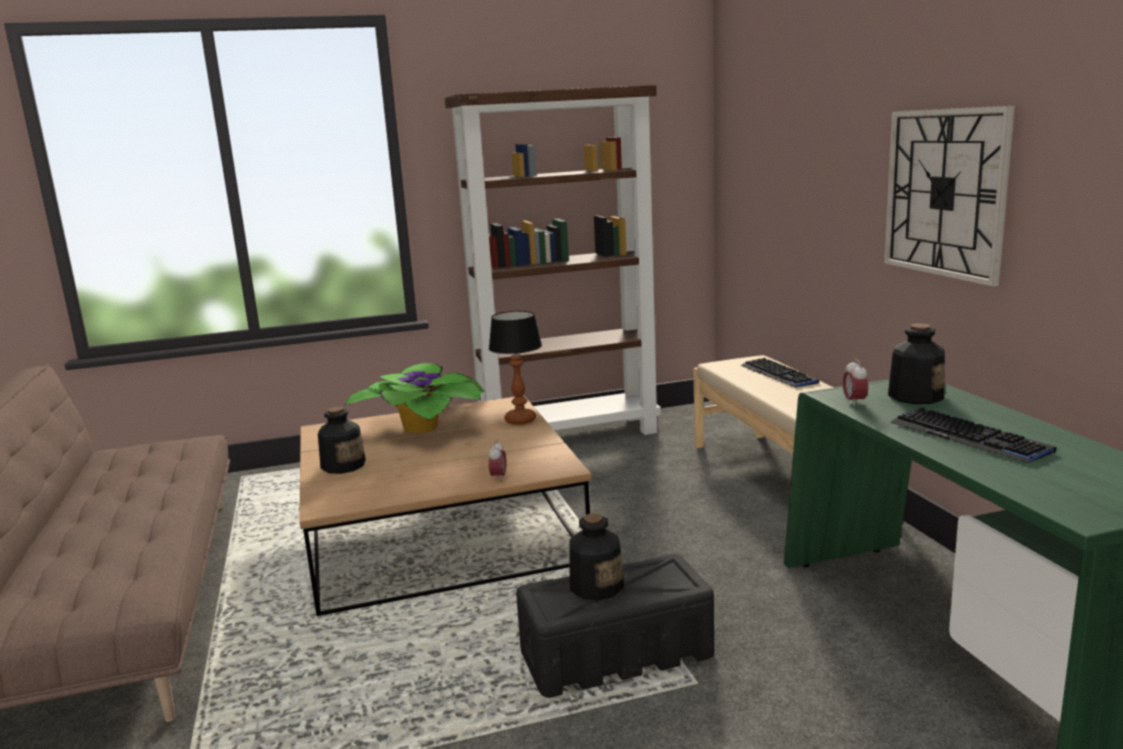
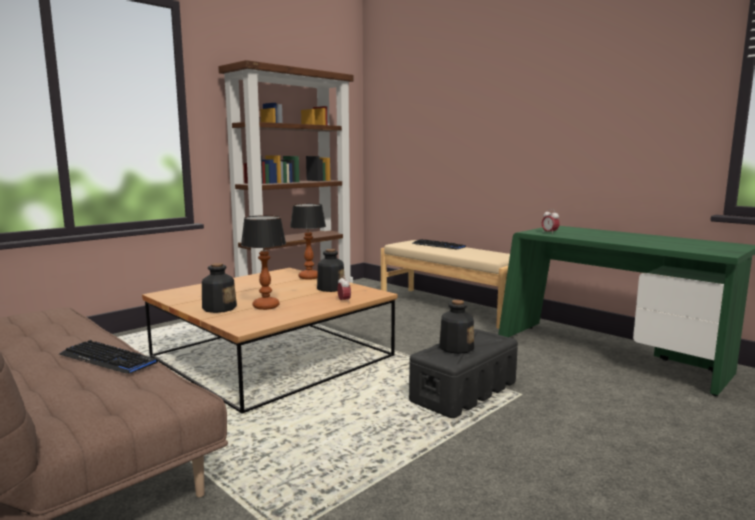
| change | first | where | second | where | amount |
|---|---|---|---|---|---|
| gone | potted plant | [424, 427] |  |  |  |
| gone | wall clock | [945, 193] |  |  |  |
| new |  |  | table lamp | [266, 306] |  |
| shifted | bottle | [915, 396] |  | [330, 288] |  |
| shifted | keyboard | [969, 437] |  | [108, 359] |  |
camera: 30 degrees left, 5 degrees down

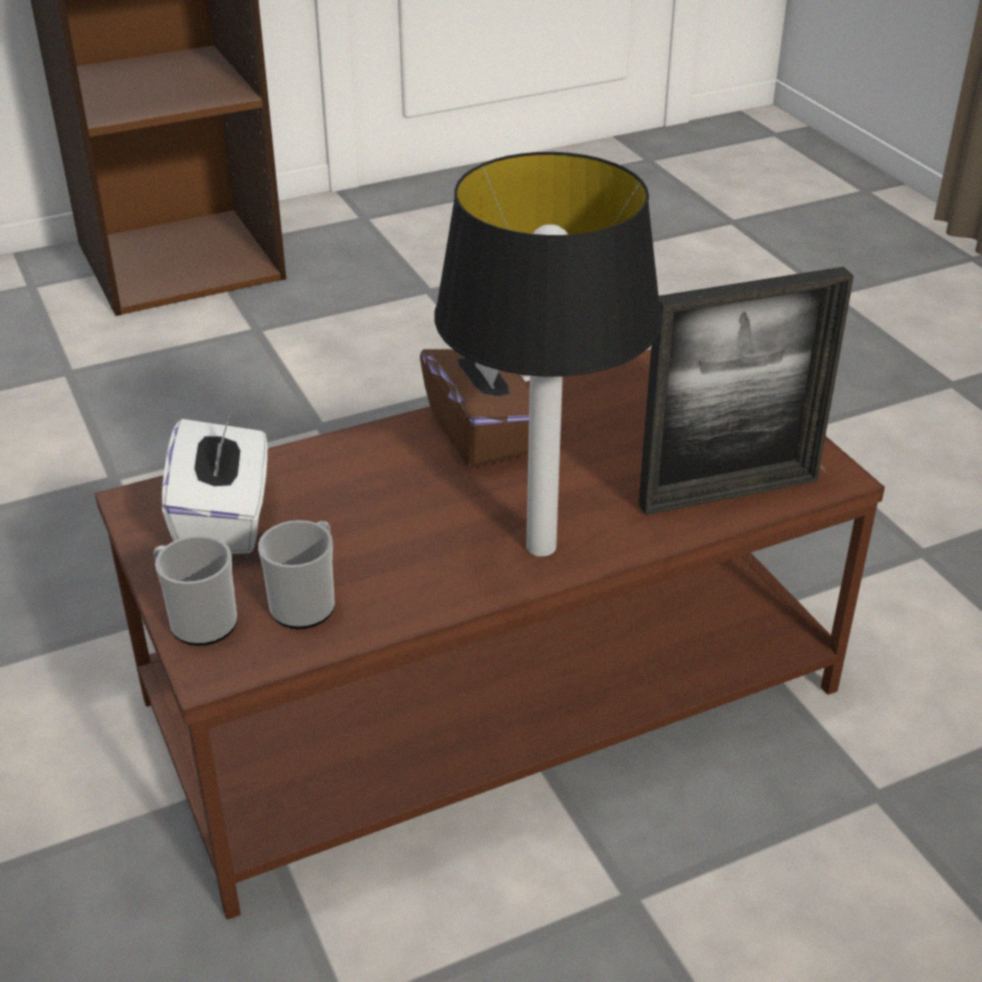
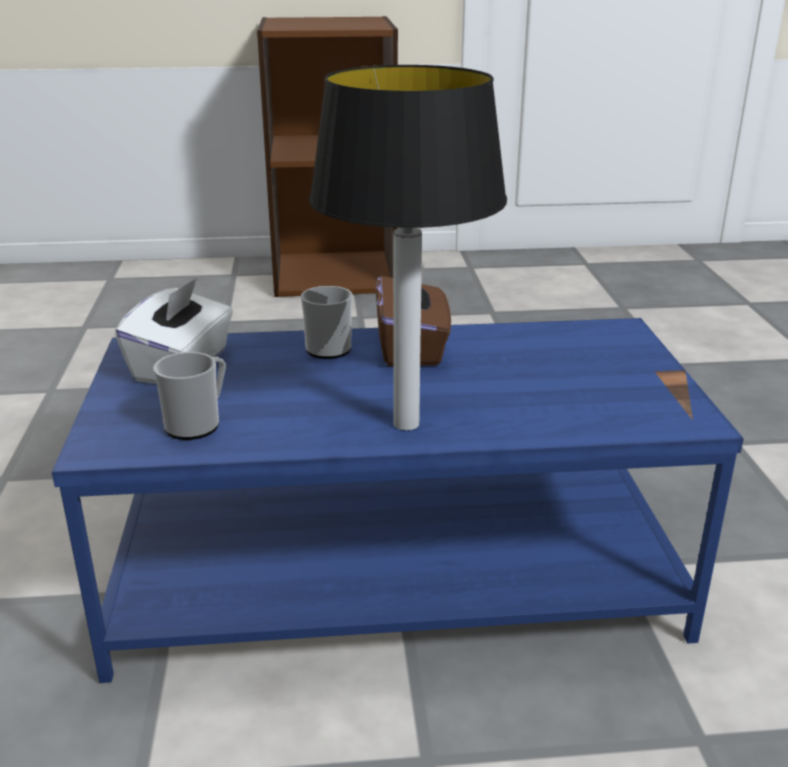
| change | first | where | second | where | amount |
|---|---|---|---|---|---|
| gone | picture frame | [728, 492] |  |  |  |
| shifted | mug | [197, 620] |  | [325, 347] |  |
| repainted | brown coffee table | [492, 692] | blue coffee table | [396, 572] |  |
camera: 20 degrees right, 10 degrees down

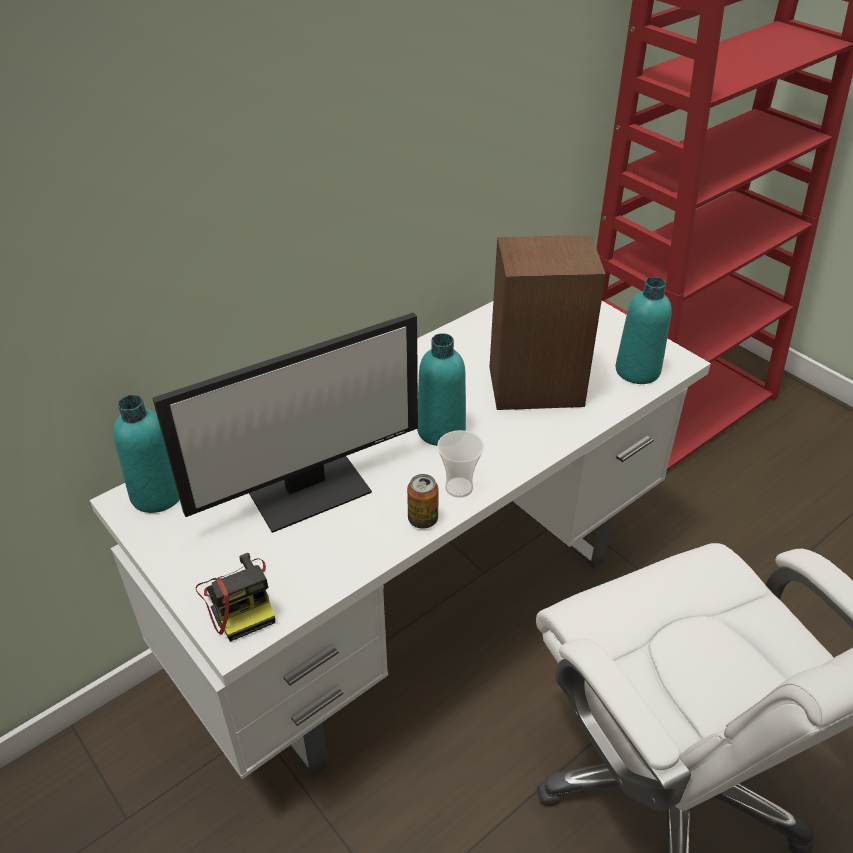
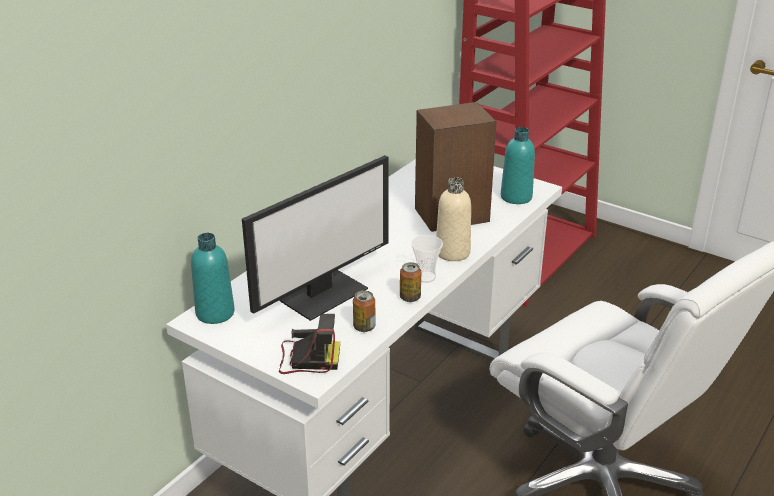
| change | first | where | second | where | amount |
|---|---|---|---|---|---|
| gone | turquoise bottle | [441, 430] |  |  |  |
| new |  |  | can | [364, 327] |  |
| new |  |  | beige bottle | [452, 252] |  |
| rotated | photo camera | [239, 599] |  | [307, 358] | 45 degrees counterclockwise |
camera: 15 degrees left, 10 degrees down

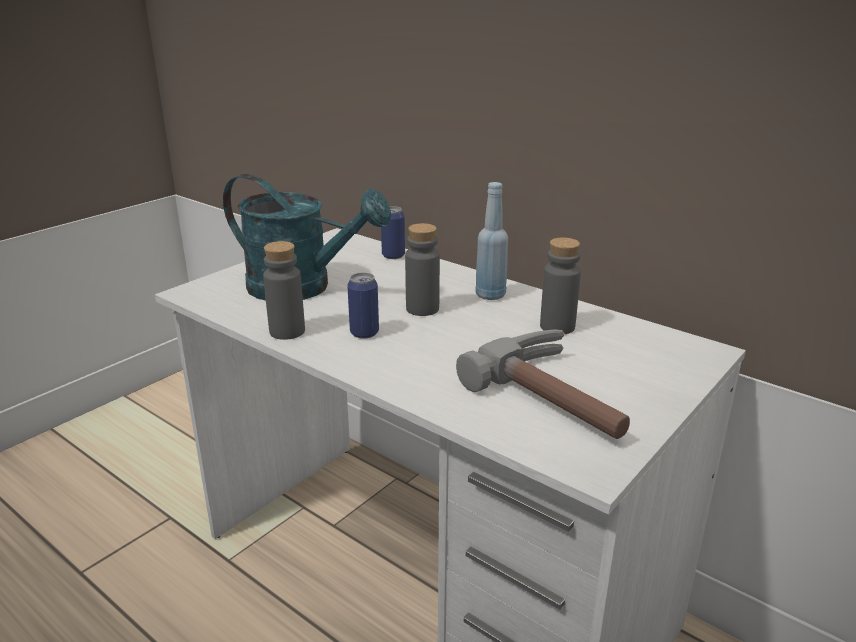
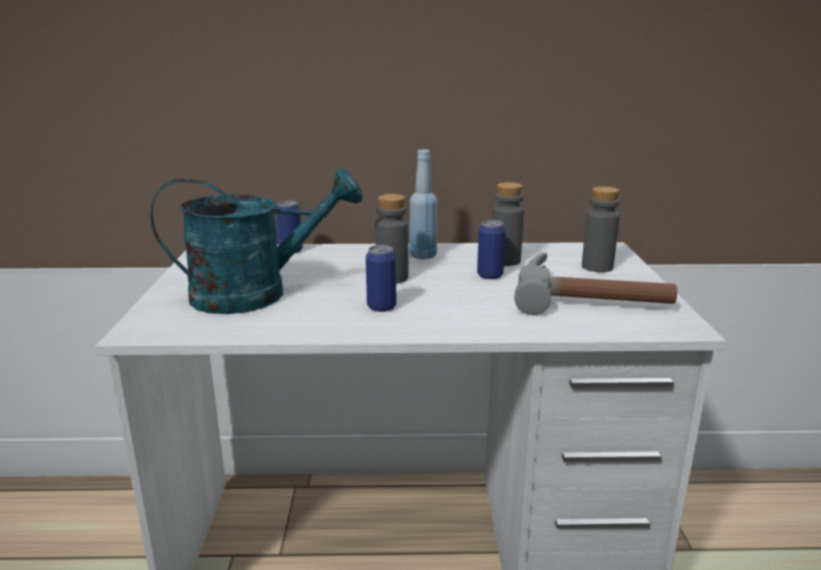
| change | first | where | second | where | amount |
|---|---|---|---|---|---|
| new |  |  | can | [490, 275] |  |
| shifted | grey bottle | [287, 331] |  | [597, 267] |  |
camera: 40 degrees left, 5 degrees down

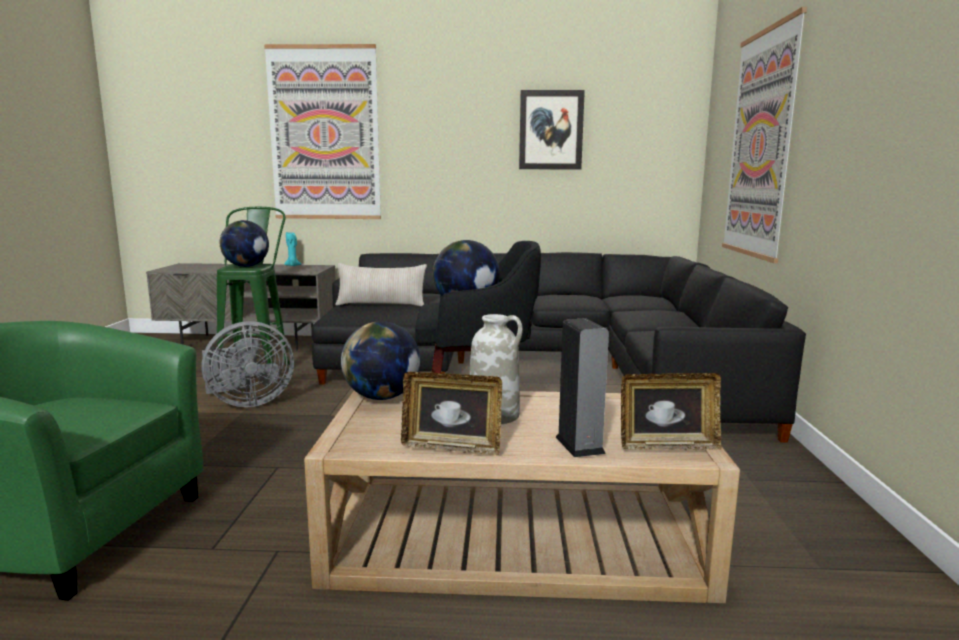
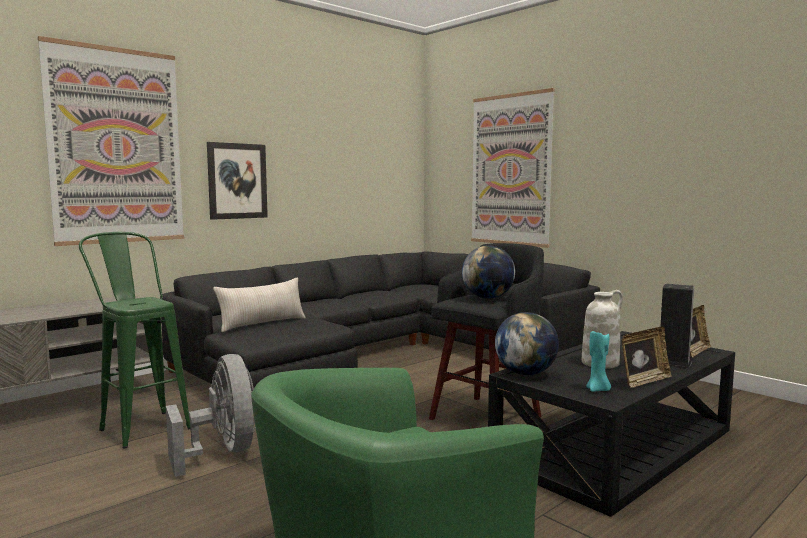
| change | first | where | second | where | amount |
|---|---|---|---|---|---|
| gone | globe | [246, 266] |  |  |  |
| shifted | turquoise candle | [292, 266] |  | [598, 390] |  |
| shifted | picture | [551, 130] |  | [237, 181] |  |
| repainted | beige coffee table | [515, 536] | black coffee table | [614, 445] |  |
| rotated | grey fan | [247, 402] |  | [223, 452] | 45 degrees counterclockwise |
camera: 45 degrees left, 5 degrees down

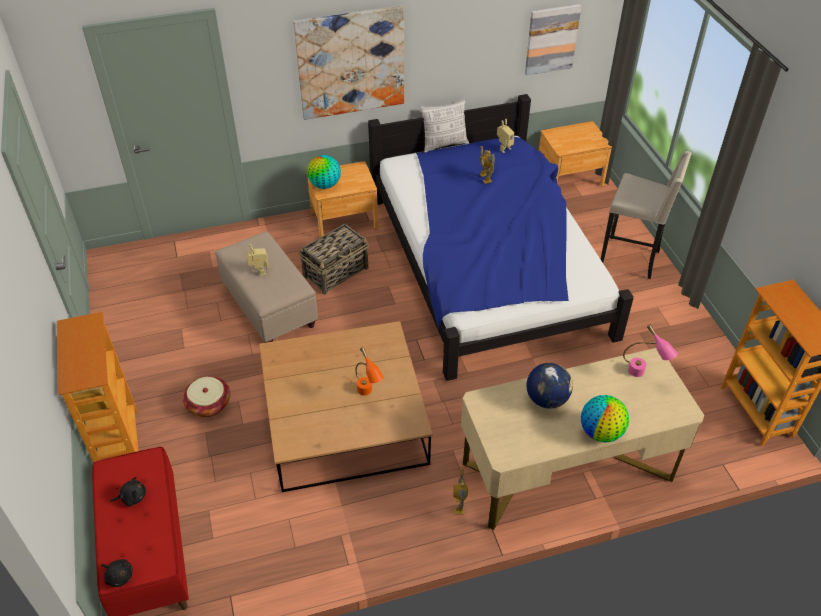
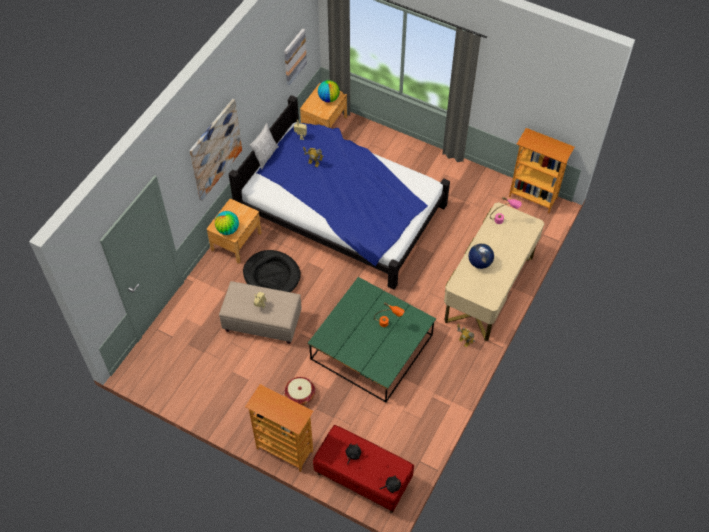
| change | first | where | second | where | amount |
|---|---|---|---|---|---|
| gone | beige stool | [631, 259] |  |  |  |
| shifted | globe | [601, 432] |  | [328, 98] |  |
| swapped | basket | [336, 272] | black dog bed | [272, 275] |  |
| repainted | brown coffee table | [344, 419] | green coffee table | [371, 347] |  |
camera: 45 degrees left, 10 degrees up

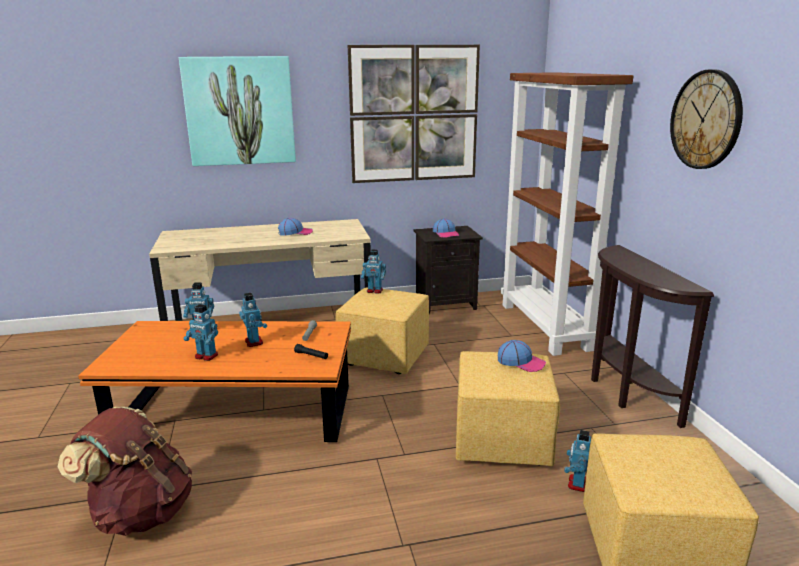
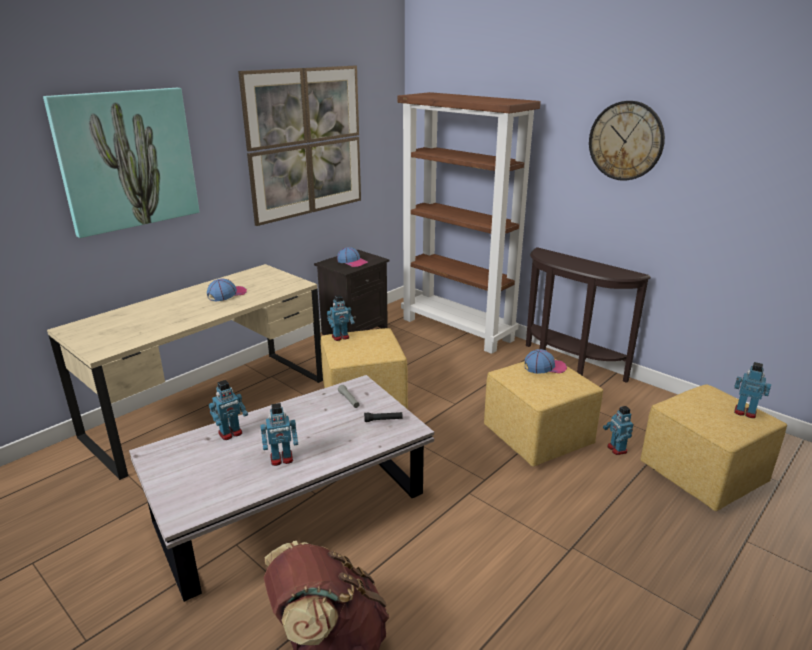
| change | first | where | second | where | amount |
|---|---|---|---|---|---|
| shifted | toy robot | [254, 342] |  | [745, 412] |  |
| repainted | orange coffee table | [235, 413] | white coffee table | [293, 509] |  |
camera: 35 degrees left, 5 degrees up

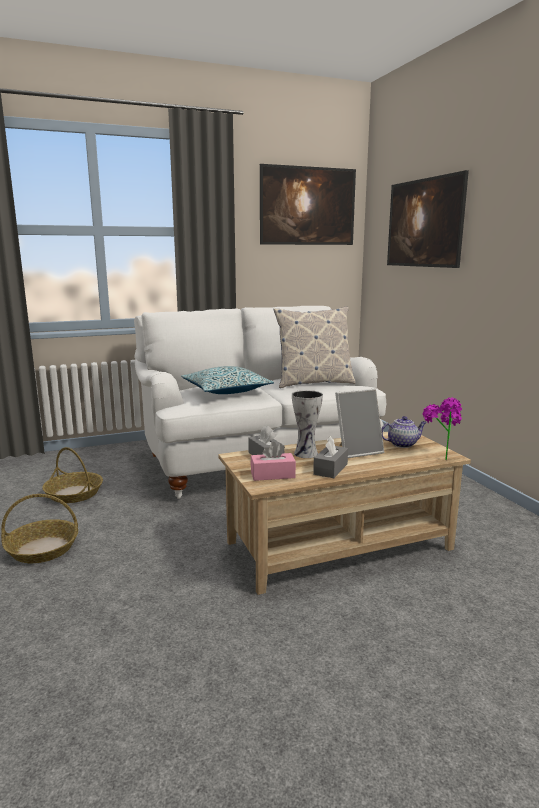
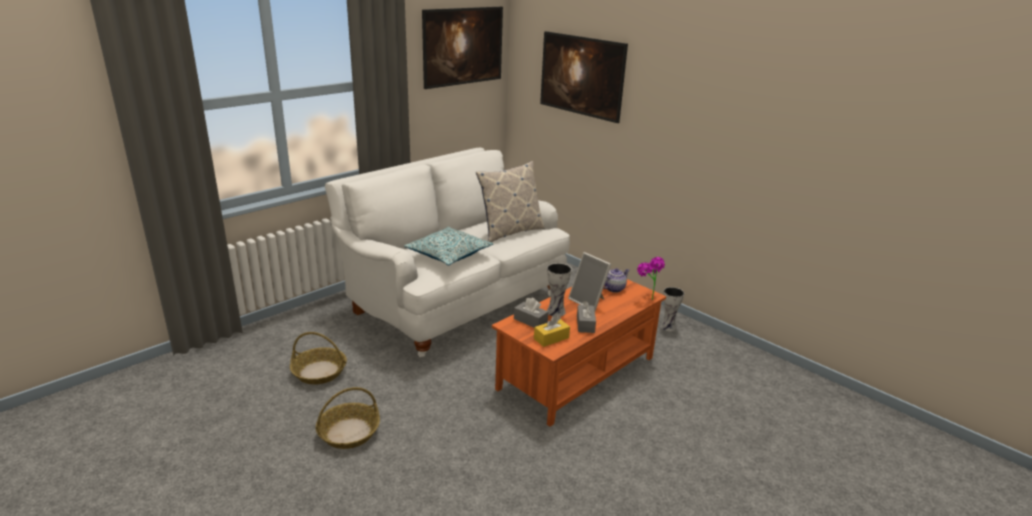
| change | first | where | second | where | amount |
|---|---|---|---|---|---|
| new |  |  | vase | [669, 327] |  |
| repainted | beige coffee table | [339, 545] | orange coffee table | [577, 372] |  |
| repainted | pink tissue box | [272, 475] | yellow tissue box | [551, 338] |  |
| rotated | picture frame | [357, 451] |  | [589, 301] | 90 degrees clockwise |
camera: 25 degrees left, 10 degrees up

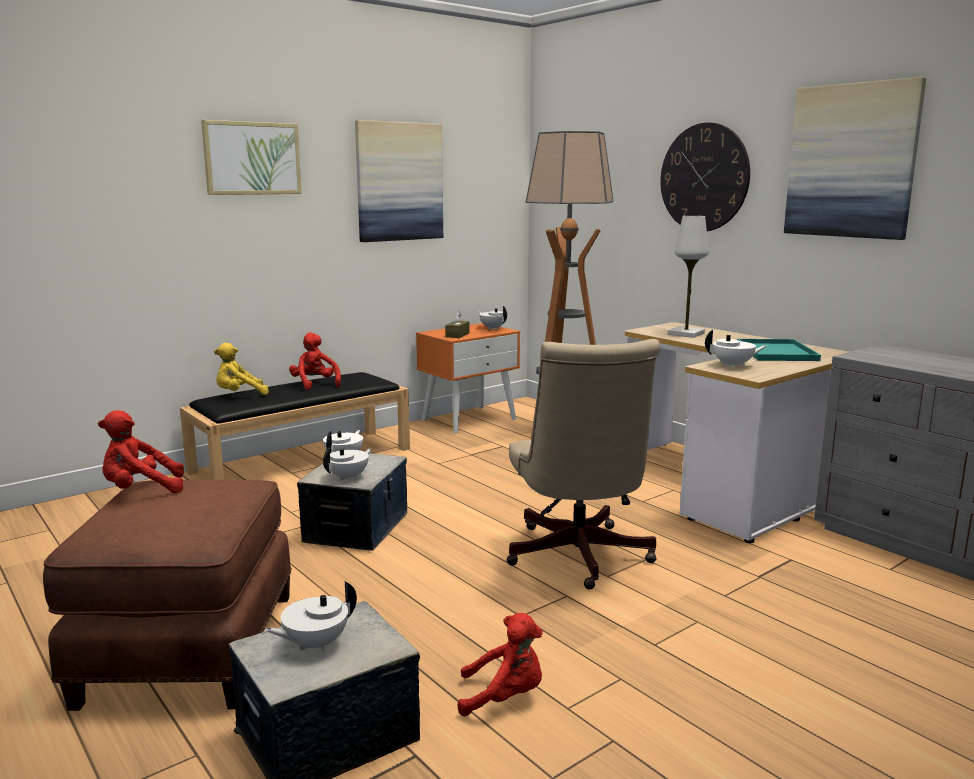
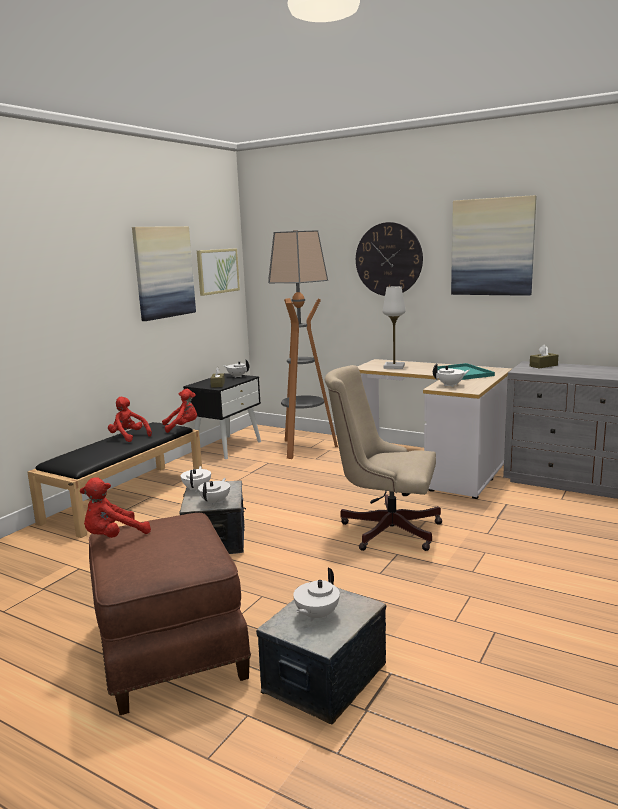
| change | first | where | second | where | amount |
|---|---|---|---|---|---|
| gone | yellow plush toy | [239, 395] |  |  |  |
| new |  |  | brown tissue box | [543, 366] |  |
| shifted | picture | [252, 158] |  | [217, 271] |  |
| shifted | red plush toy | [504, 697] |  | [182, 427] |  |
| repainted | orange nightstand | [469, 419] | black nightstand | [227, 447] |  |
| rotated | beige office chair | [578, 558] |  | [384, 529] | 135 degrees clockwise |
camera: 20 degrees left, 0 degrees up

